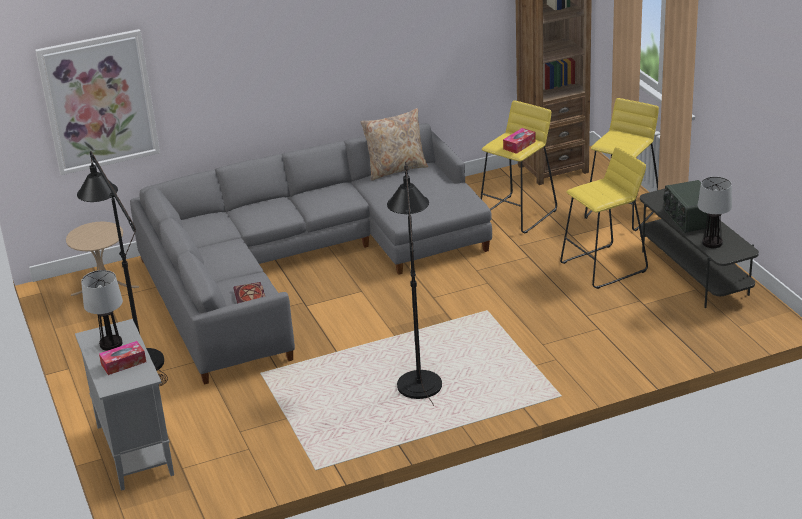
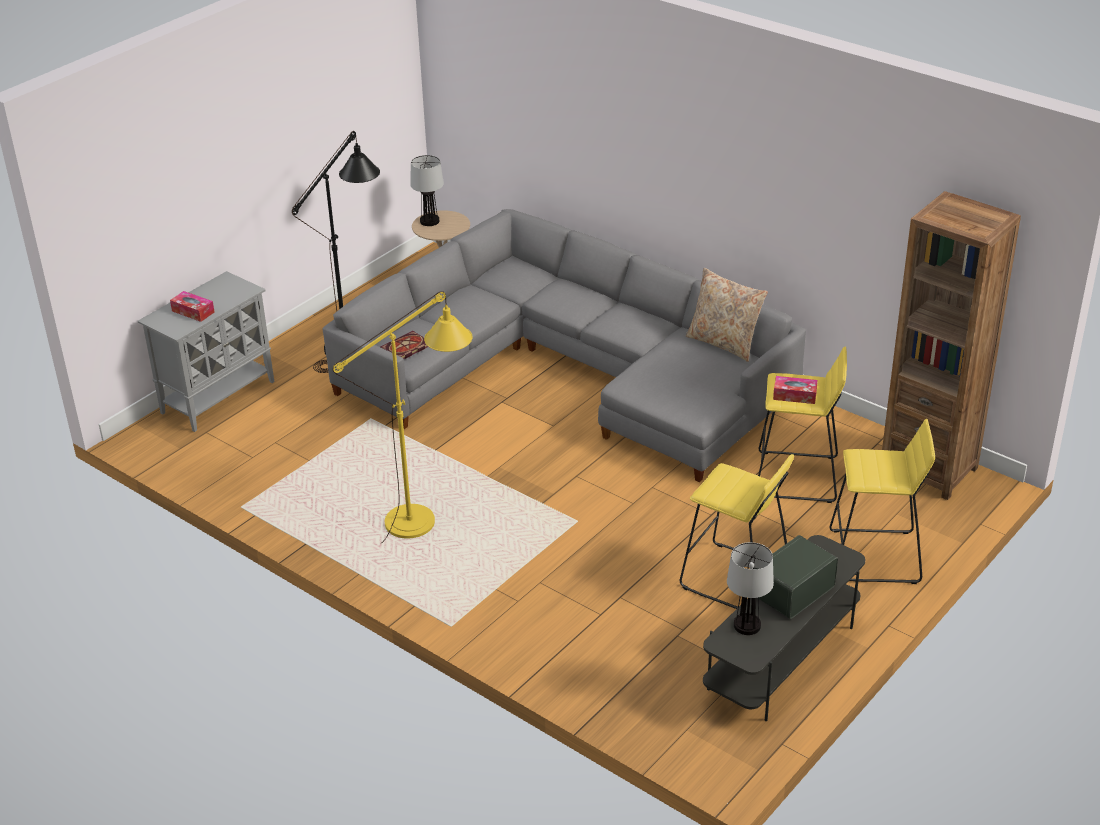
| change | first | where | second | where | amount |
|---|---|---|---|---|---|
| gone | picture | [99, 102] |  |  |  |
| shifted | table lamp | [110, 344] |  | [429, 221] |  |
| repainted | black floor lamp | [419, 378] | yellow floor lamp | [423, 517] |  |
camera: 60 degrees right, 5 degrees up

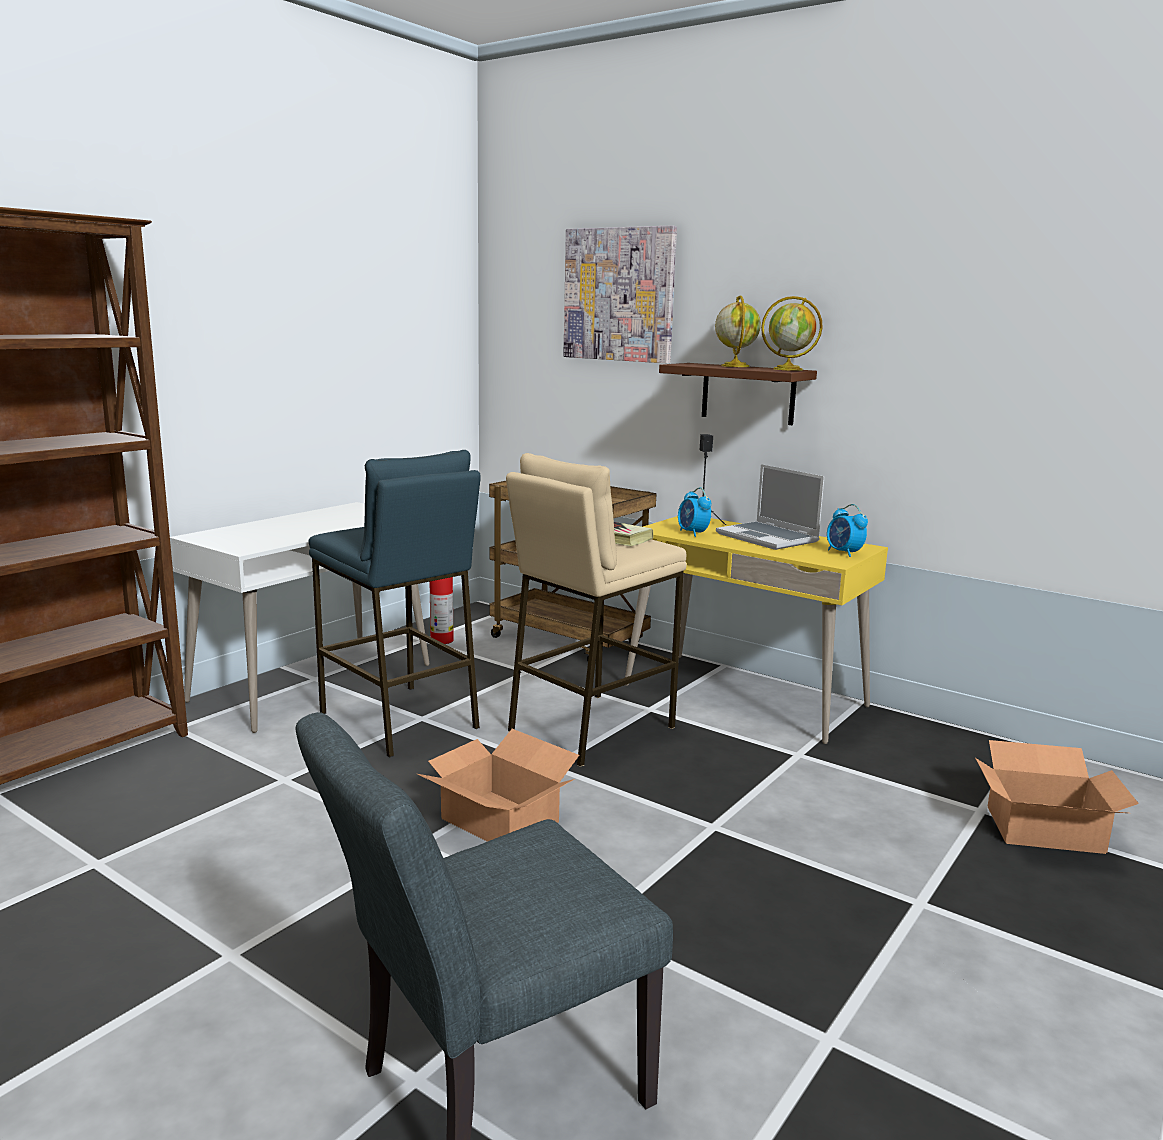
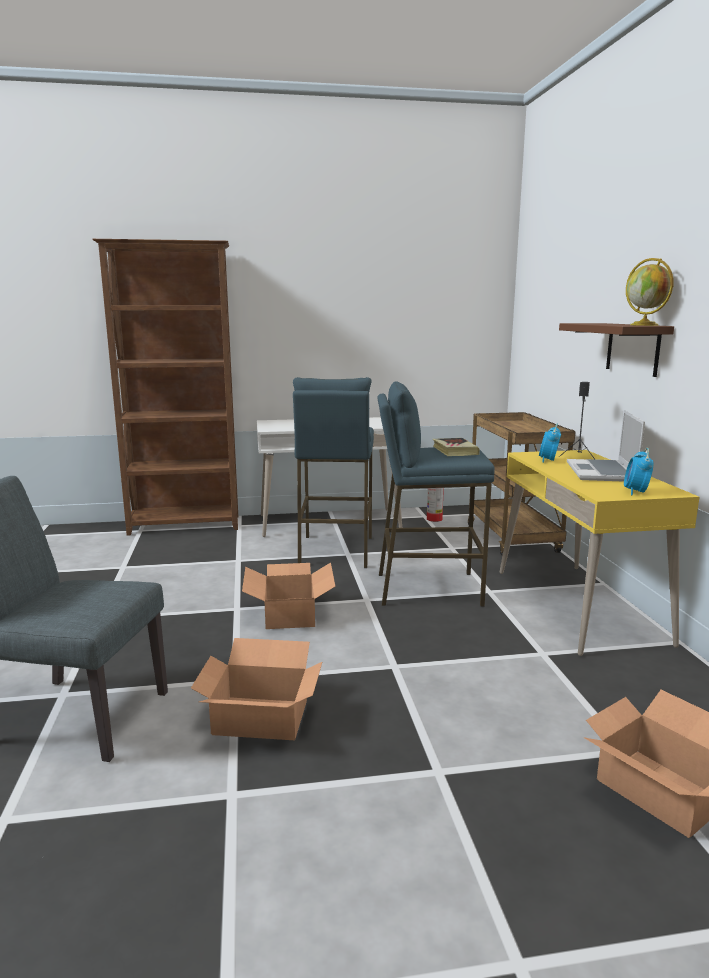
| change | first | where | second | where | amount |
|---|---|---|---|---|---|
| gone | picture | [619, 295] |  |  |  |
| gone | globe | [734, 366] |  |  |  |
| new |  |  | cardboard box | [260, 717] |  |
| repainted | beige stool | [589, 728] | blue stool | [427, 589] |  |
camera: 45 degrees right, 0 degrees up

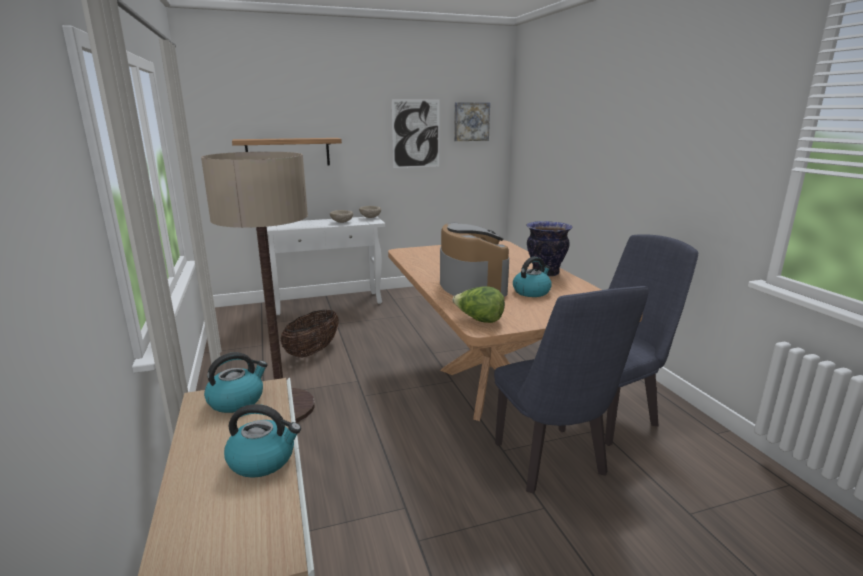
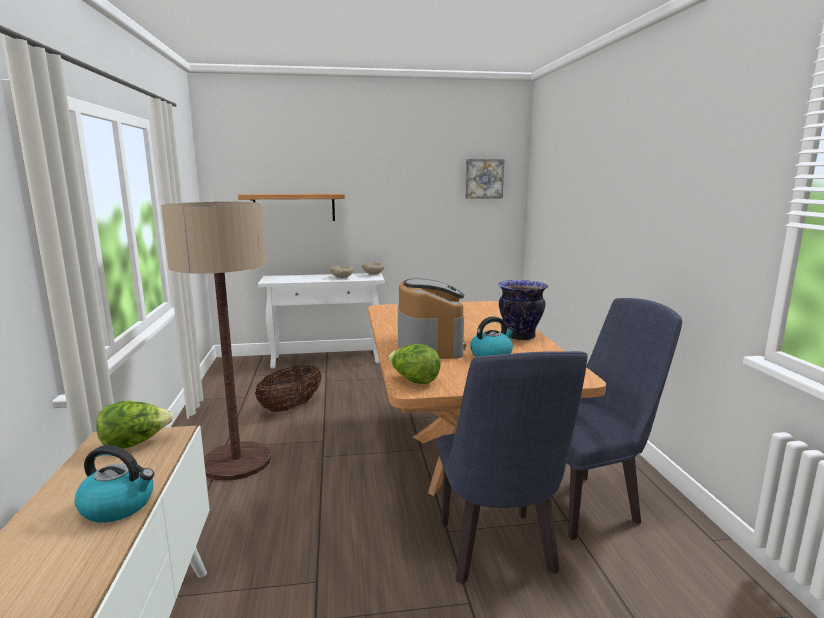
| change | first | where | second | where | amount |
|---|---|---|---|---|---|
| gone | picture | [416, 134] |  |  |  |
| swapped | kettle | [237, 400] | lettuce | [135, 443] |  |
camera: 10 degrees right, 5 degrees down

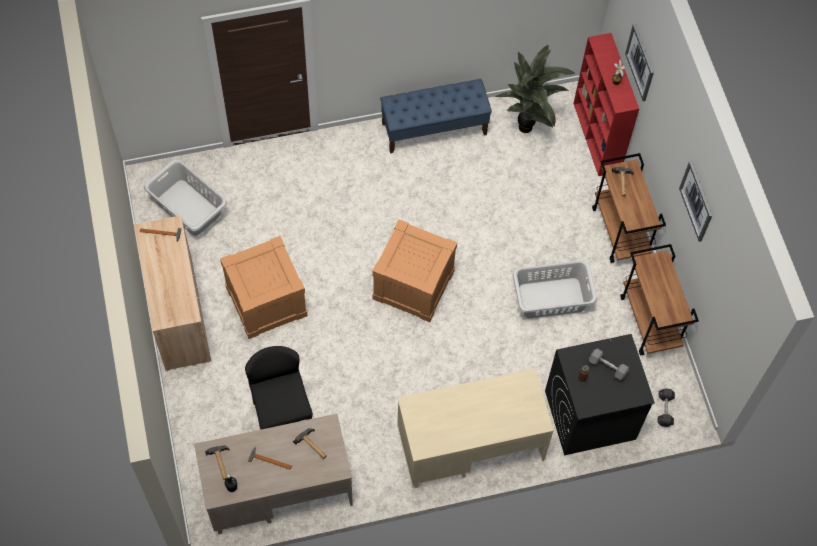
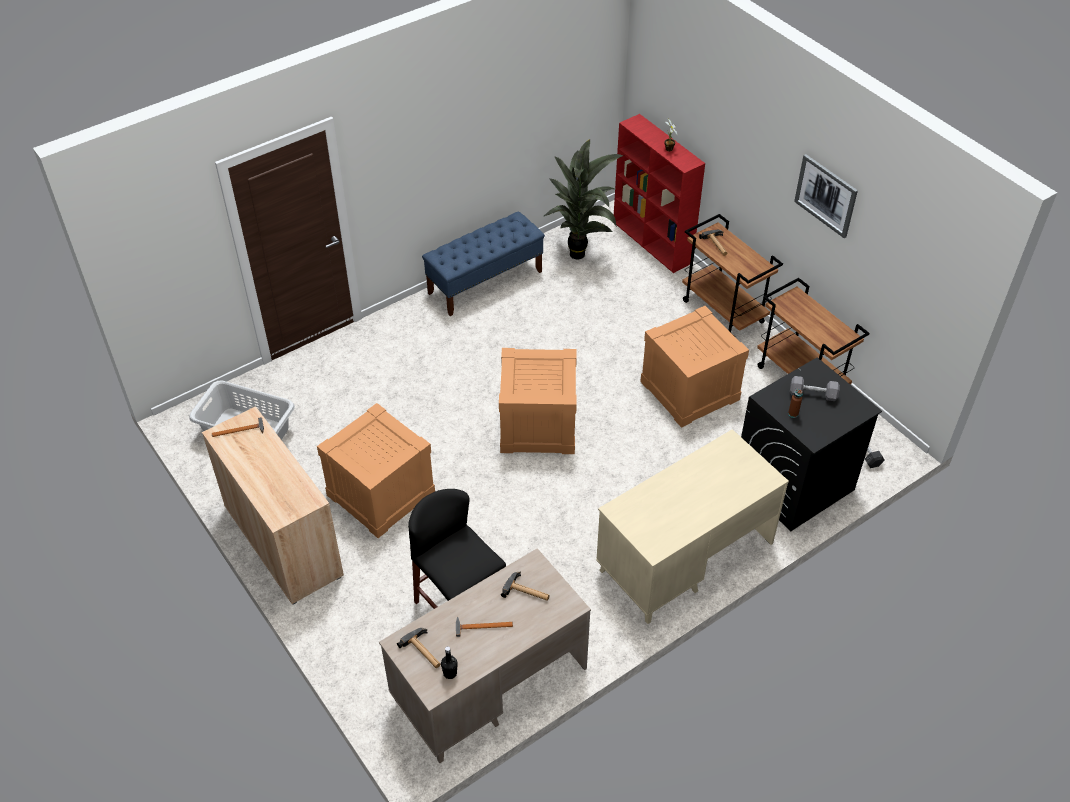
| change | first | where | second | where | amount |
|---|---|---|---|---|---|
| gone | picture | [640, 62] |  |  |  |
| swapped | grey laundry basket | [552, 298] | crate | [690, 391] |  |
camera: 20 degrees left, 15 degrees down

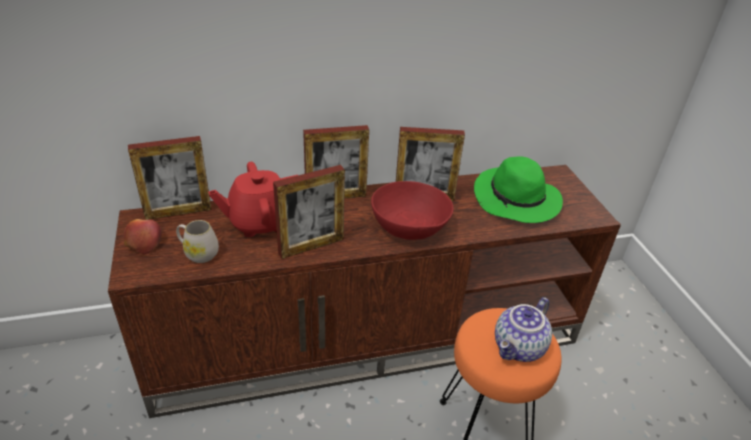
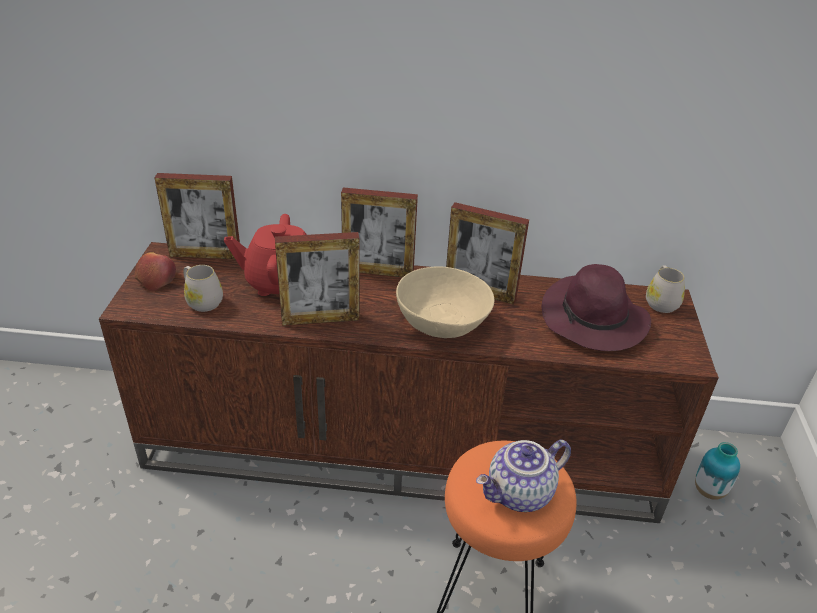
| change | first | where | second | where | amount |
|---|---|---|---|---|---|
| new |  |  | white mug | [660, 301] |  |
| new |  |  | vase | [709, 491] |  |
| repainted | red bowl | [409, 227] | beige bowl | [442, 322] |  |
| repainted | green hat | [516, 200] | purple hat | [594, 319] |  |
camera: 20 degrees right, 0 degrees up

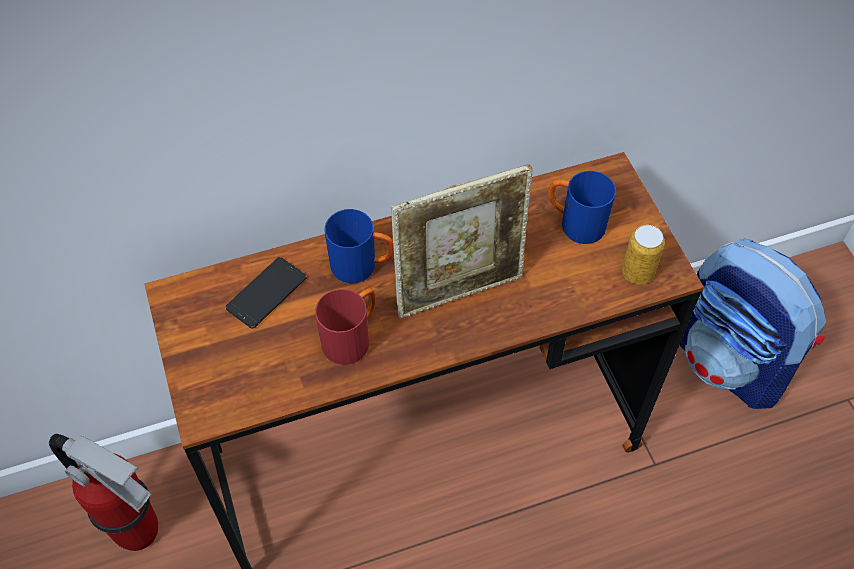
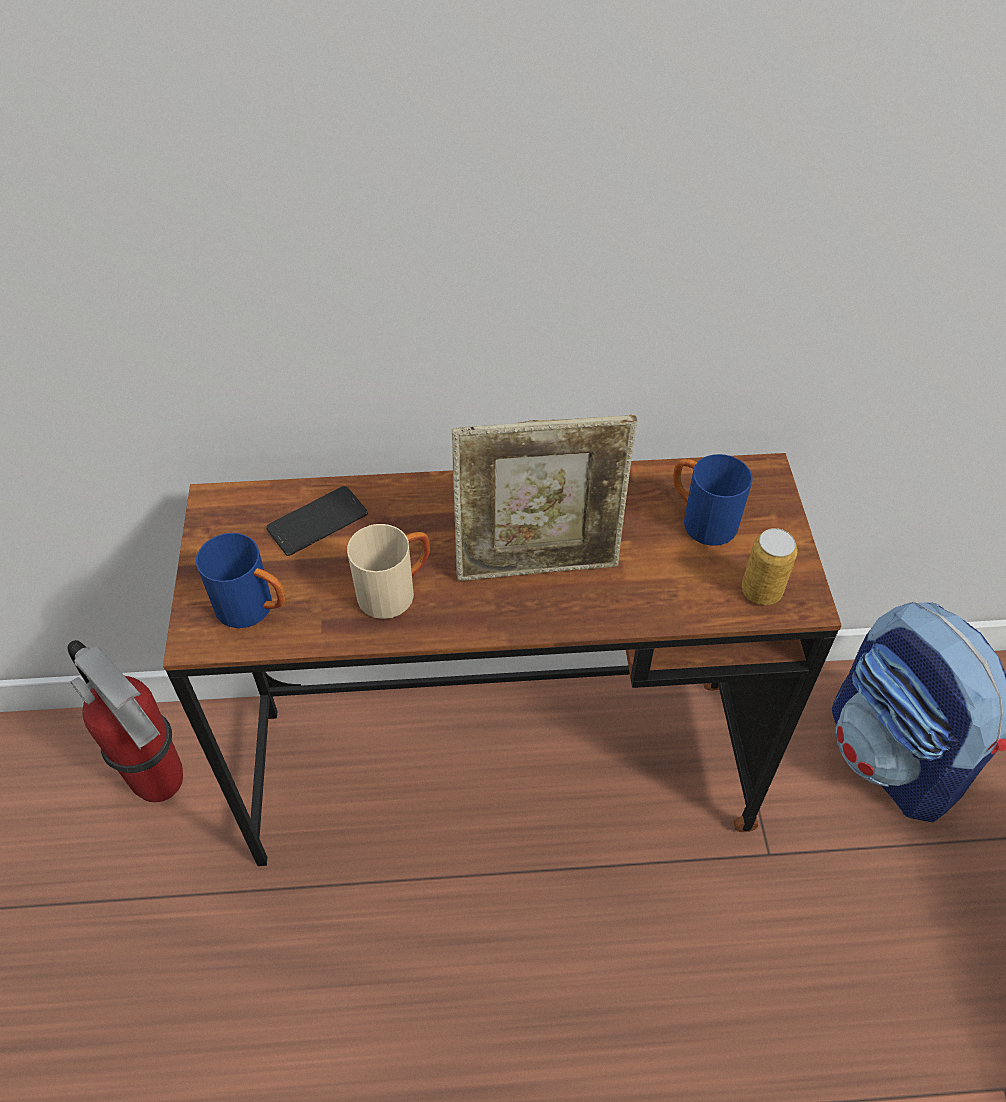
| change | first | where | second | where | amount |
|---|---|---|---|---|---|
| shifted | blue mug | [362, 266] |  | [254, 609] |  |
| repainted | red mug | [352, 338] | beige mug | [396, 590] |  |
camera: 15 degrees right, 5 degrees down

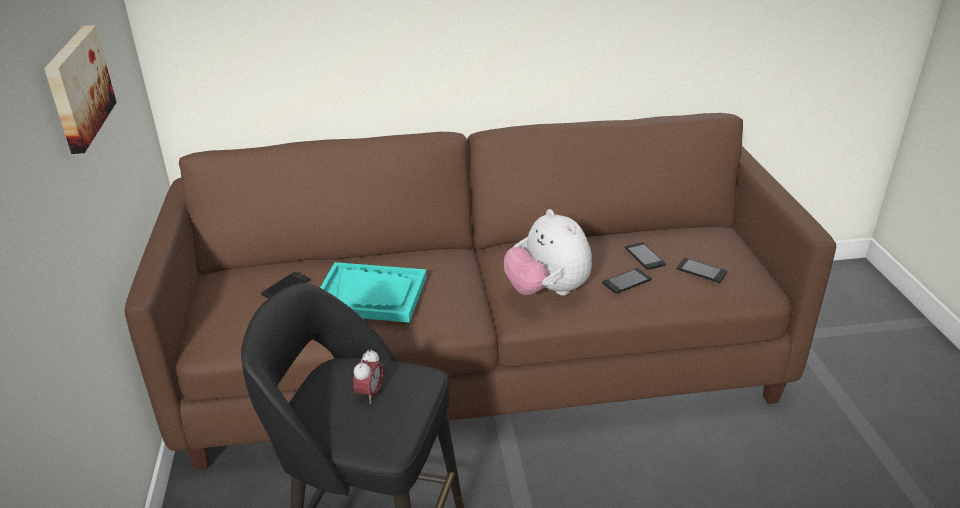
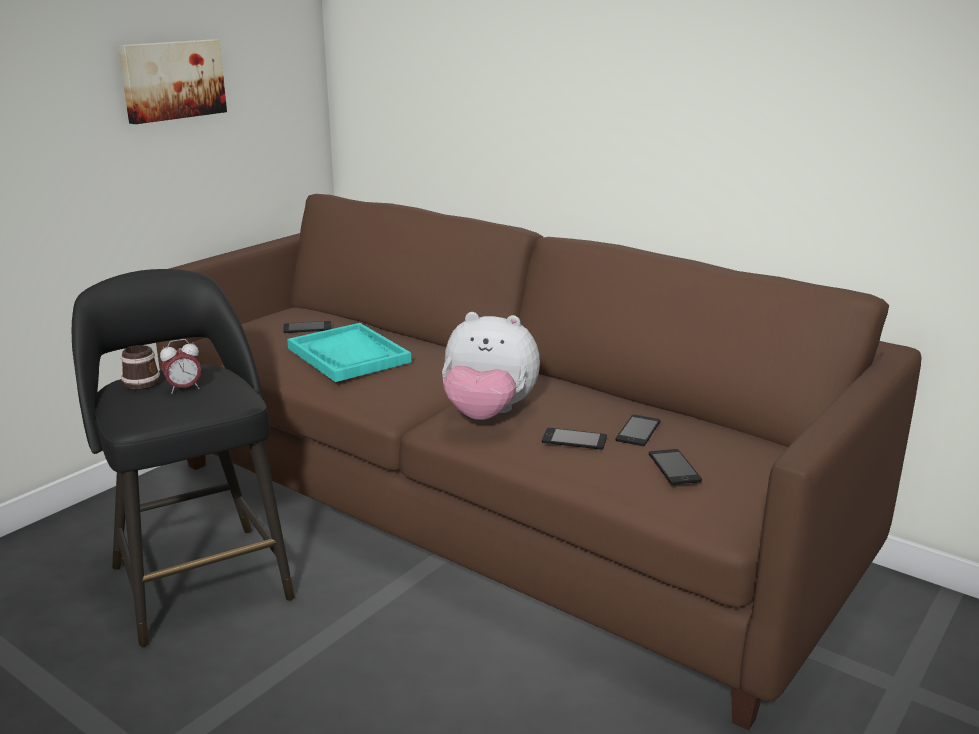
| change | first | where | second | where | amount |
|---|---|---|---|---|---|
| new |  |  | mug | [144, 381] |  |
| rotated | plush toy | [547, 291] |  | [488, 414] | 90 degrees counterclockwise |
camera: 45 degrees right, 10 degrees down

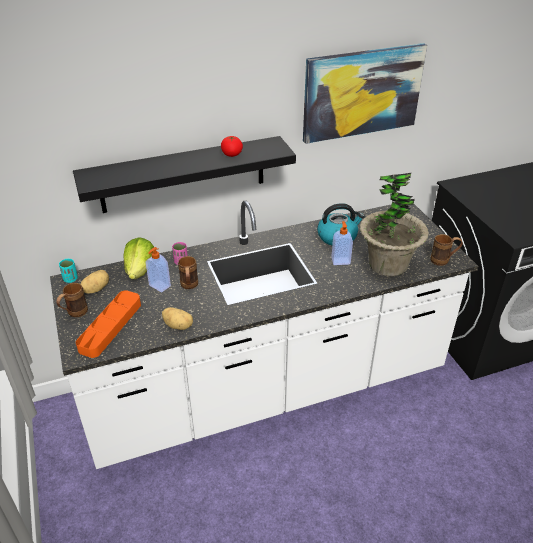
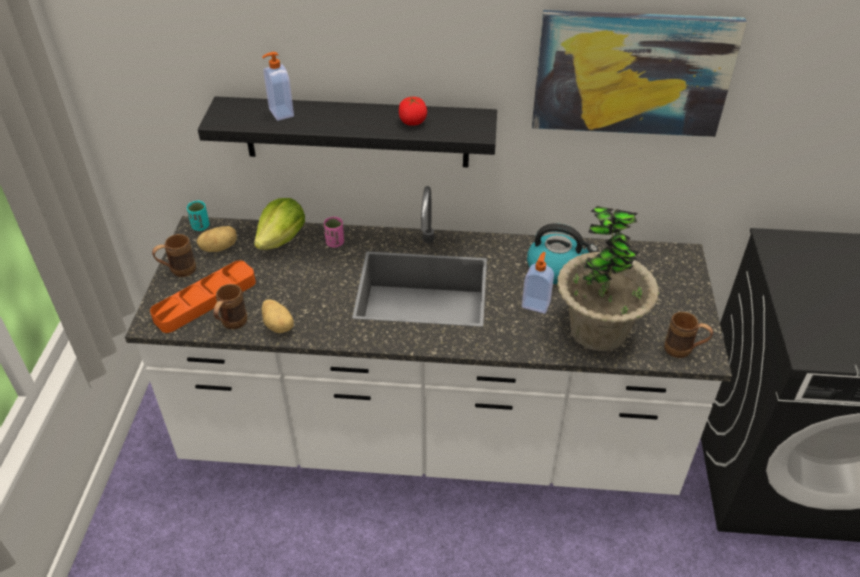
| change | first | where | second | where | amount |
|---|---|---|---|---|---|
| shifted | soap dispenser | [159, 286] |  | [280, 113] |  |
| shifted | brown mug | [189, 286] |  | [231, 325] |  |
camera: 25 degrees right, 5 degrees up

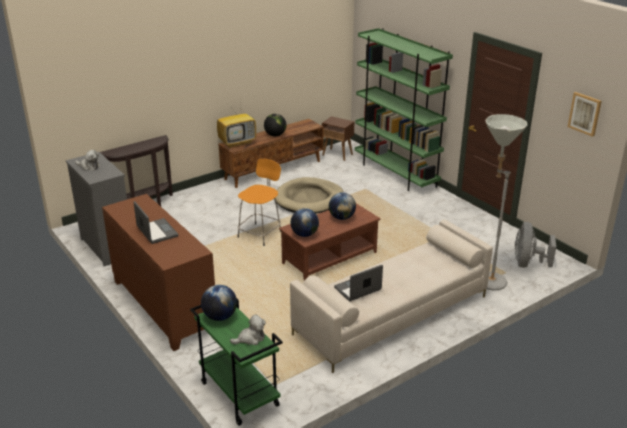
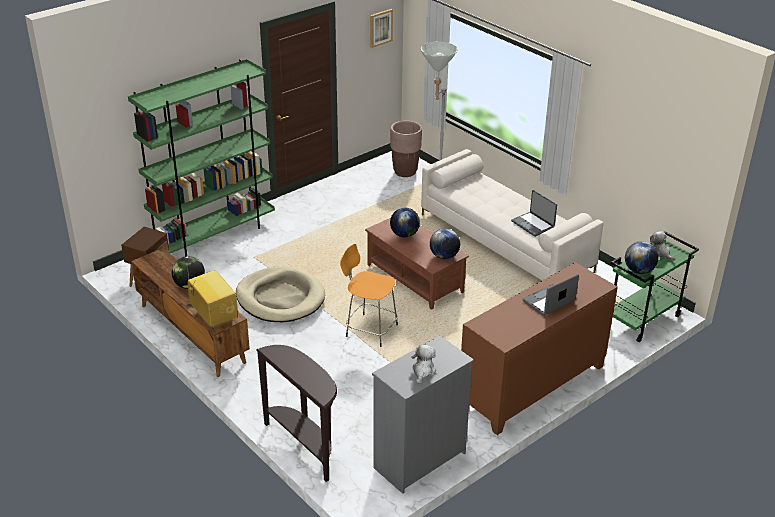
| change | first | where | second | where | amount |
|---|---|---|---|---|---|
| swapped | grey fan | [527, 263] | brown planter | [405, 172] |  |
camera: 95 degrees left, 5 degrees up

